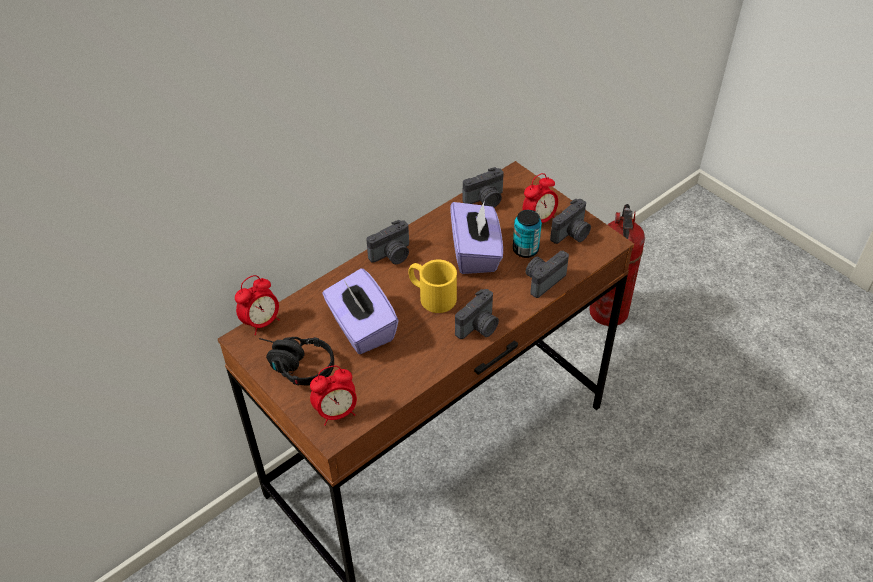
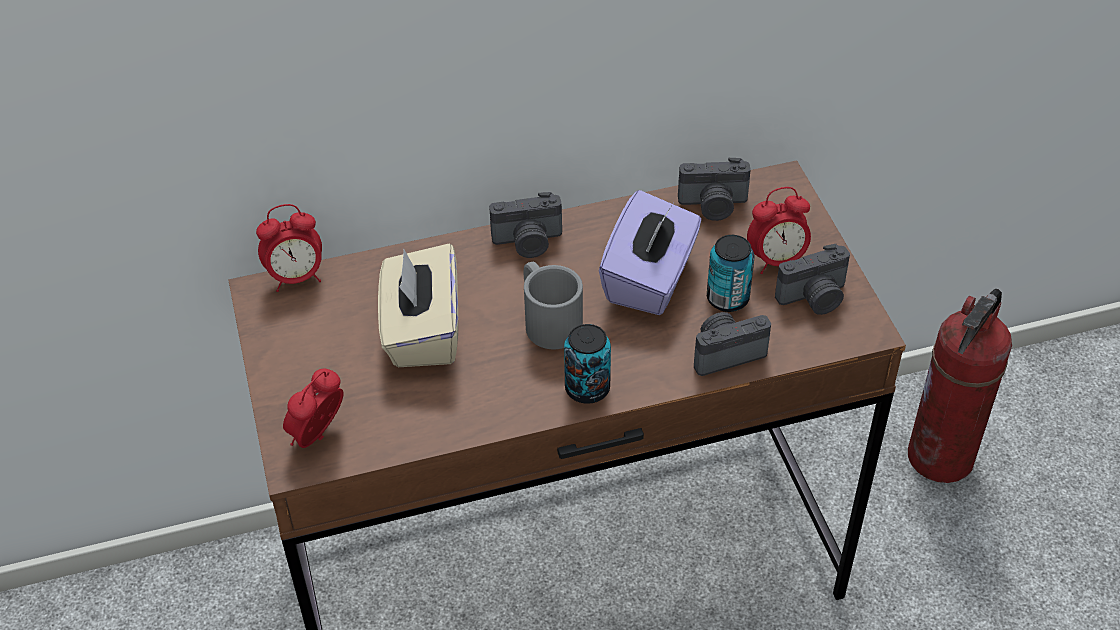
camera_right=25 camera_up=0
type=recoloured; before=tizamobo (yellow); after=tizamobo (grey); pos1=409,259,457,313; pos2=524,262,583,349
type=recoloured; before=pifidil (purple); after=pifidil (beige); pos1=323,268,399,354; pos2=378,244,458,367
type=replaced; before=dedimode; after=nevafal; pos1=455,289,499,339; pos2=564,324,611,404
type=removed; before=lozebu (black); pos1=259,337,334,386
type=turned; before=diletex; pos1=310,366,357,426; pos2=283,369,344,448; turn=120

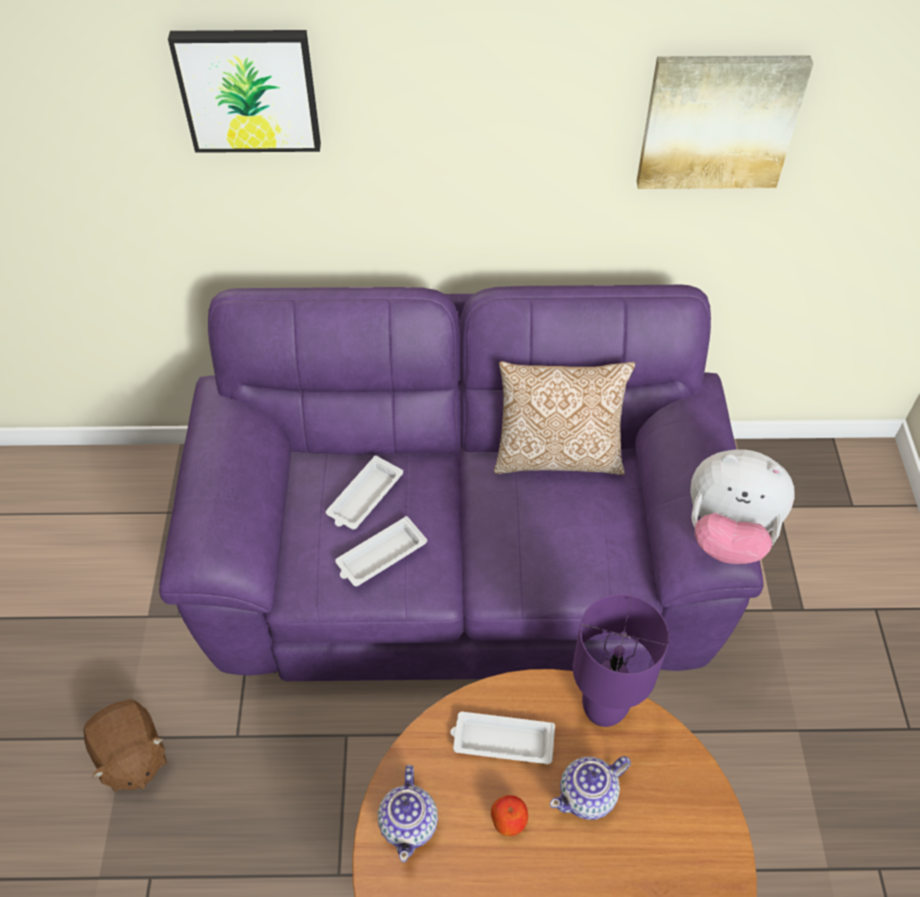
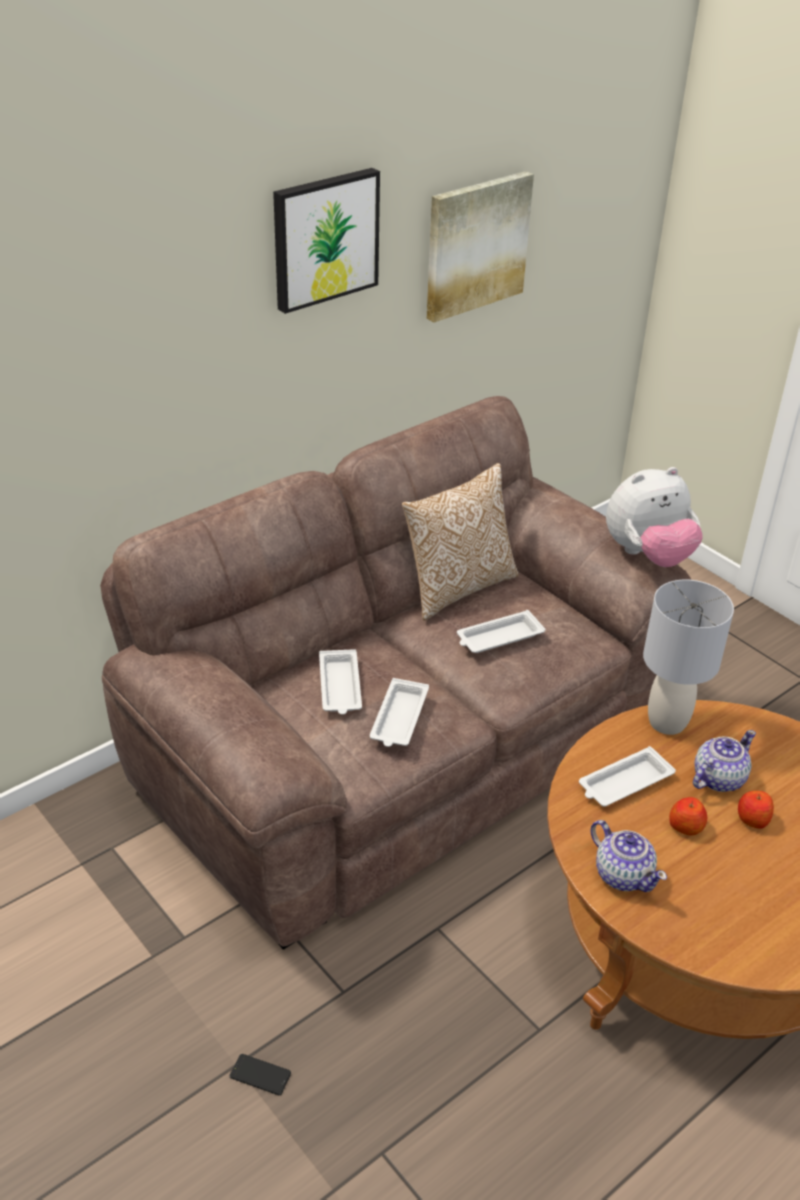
camera_right=-40 camera_up=-15
type=moved; before=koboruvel; pos1=168,30,321,153; pos2=273,168,380,314
type=recoloured; before=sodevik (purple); after=sodevik (brown); pos1=159,285,763,681; pos2=100,396,691,950
type=recoloured; before=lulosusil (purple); after=lulosusil (grey); pos1=573,594,669,727; pos2=643,580,734,735
type=replaced; before=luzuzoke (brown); after=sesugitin; pos1=84,699,167,792; pos2=229,1054,291,1095
type=turned; before=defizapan; pos1=550,756,631,820; pos2=693,730,756,792; turn=-150
type=added; after=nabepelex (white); pos2=457,610,545,653
type=added; after=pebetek; pos2=738,791,774,828

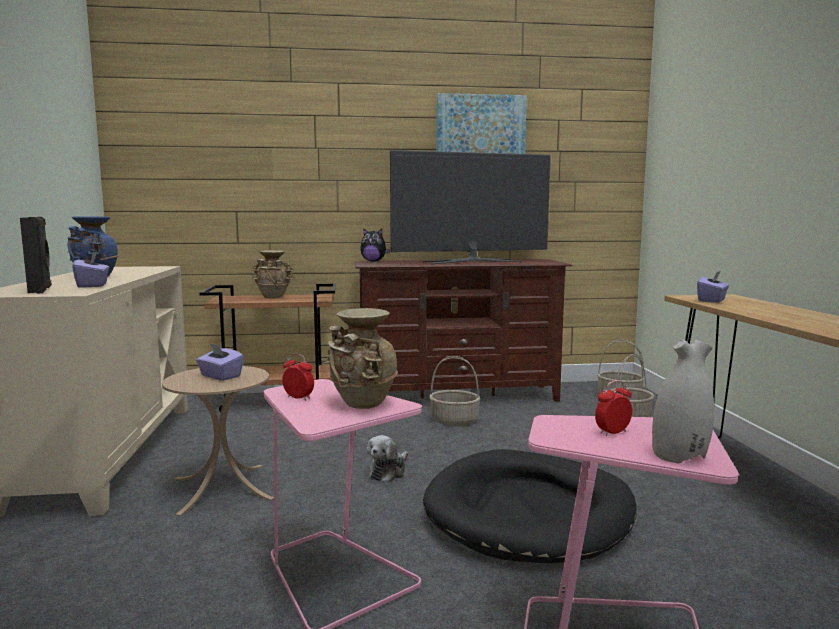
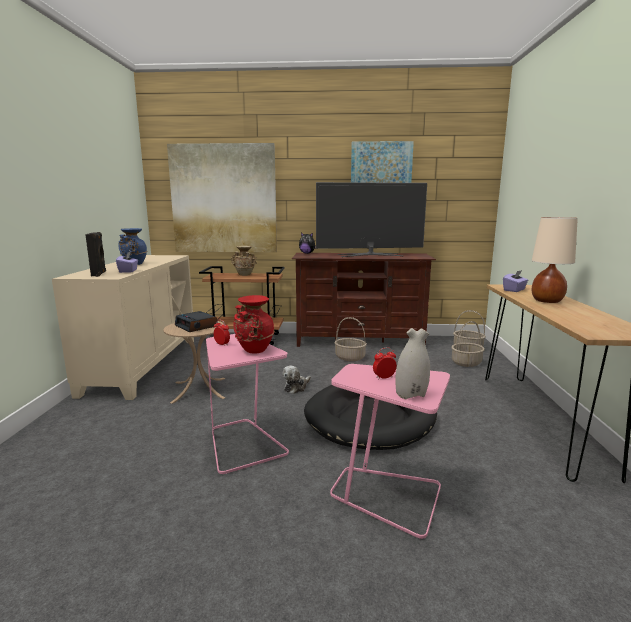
camera_right=10 camera_up=5
type=recoloured; before=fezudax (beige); after=fezudax (red); pos1=324,308,398,409; pos2=233,295,275,354
type=replaced; before=pifidil (purple); after=diletex; pos1=196,343,244,381; pos2=175,311,217,332
type=added; after=koboruvel; pos2=167,143,277,252
type=added; after=lulosusil (beige); pos2=532,217,578,303

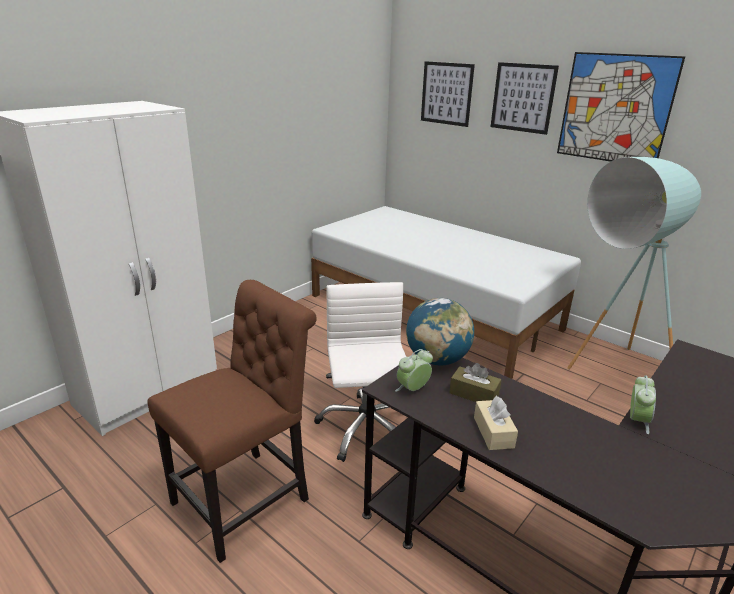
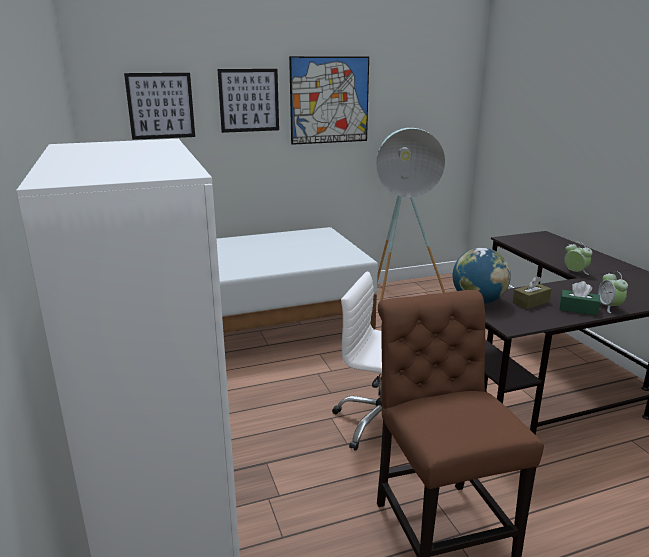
camera_right=-60 camera_up=-5
type=moved; before=diletex; pos1=395,349,433,392; pos2=598,271,628,313
type=recoloured; before=pifidil (beige); after=pifidil (green); pos1=474,396,518,450; pos2=560,281,600,316

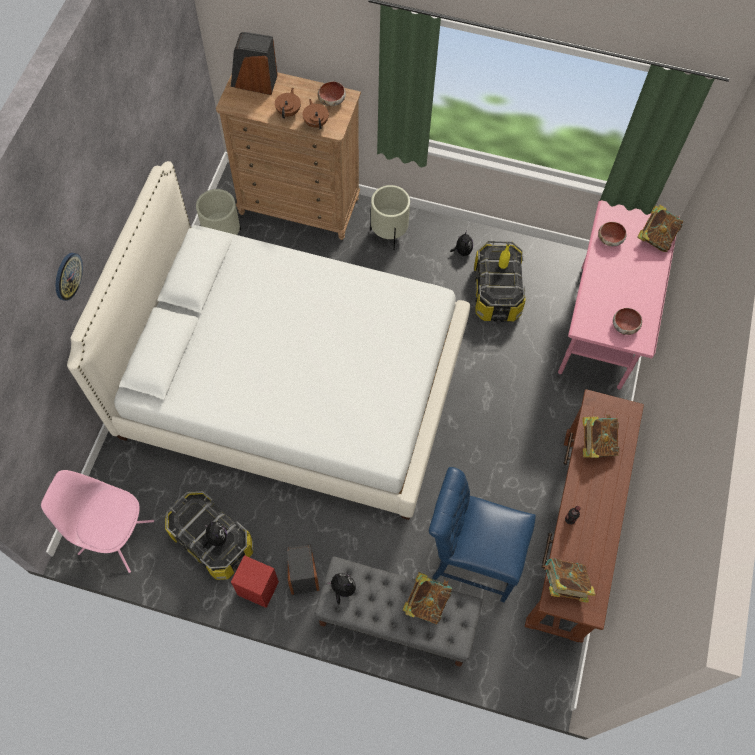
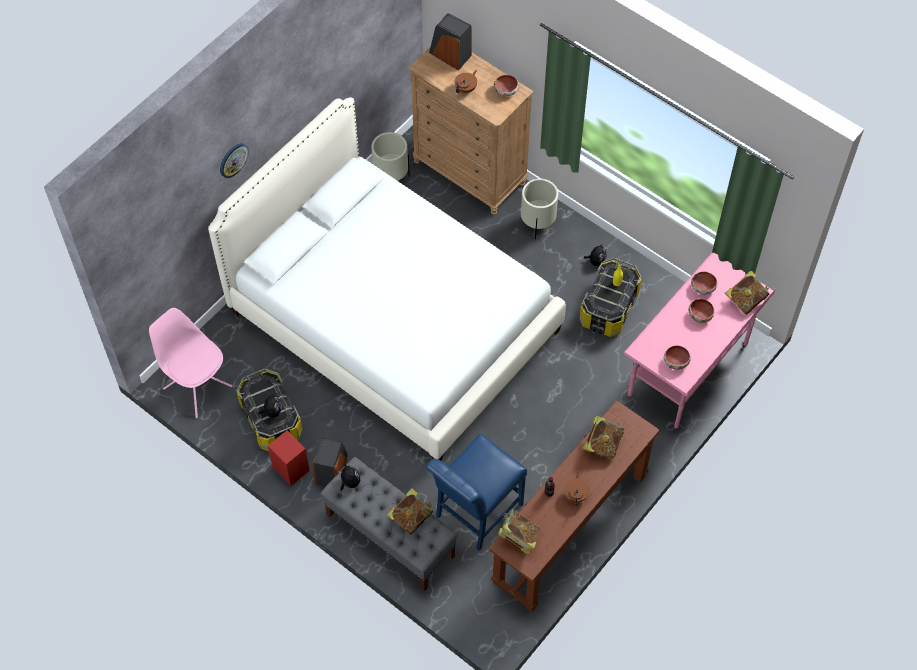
camera_right=25 camera_up=-5
type=moved; before=defizapan (brown); pos1=302,99,329,129; pos2=564,472,589,506
type=turned; before=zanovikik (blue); pos1=429,467,536,602; pos2=426,433,527,551; turn=-90
type=added; after=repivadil; pos2=688,299,715,323

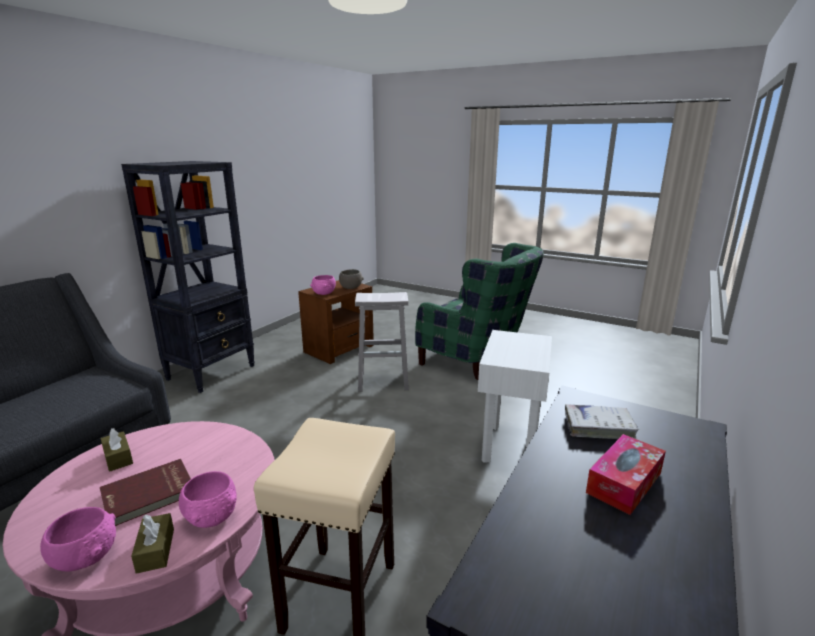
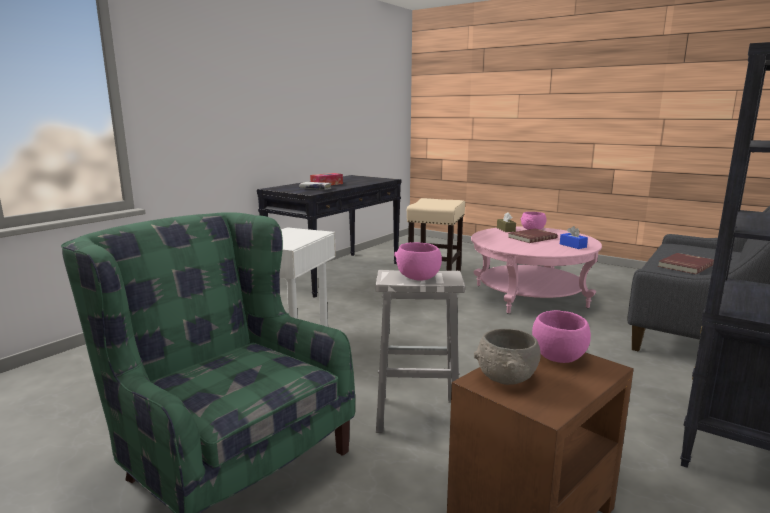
camera_right=-175 camera_up=-5
type=recoloured; before=pifidil (brown); after=pifidil (blue); pos1=101,428,133,472; pos2=560,226,588,249
type=moved; before=repivadil (pink); pos1=179,471,237,528; pos2=394,242,442,281
type=added; after=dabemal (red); pos2=658,253,714,274

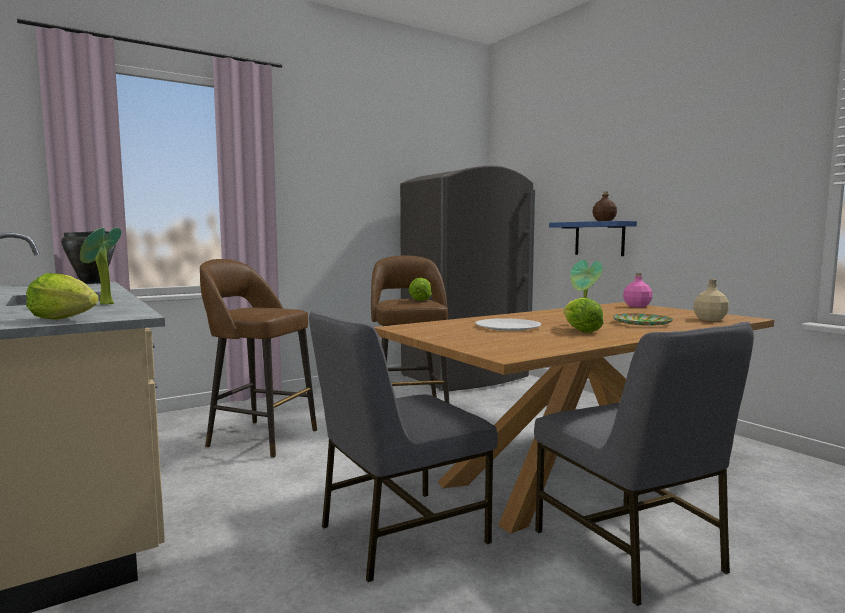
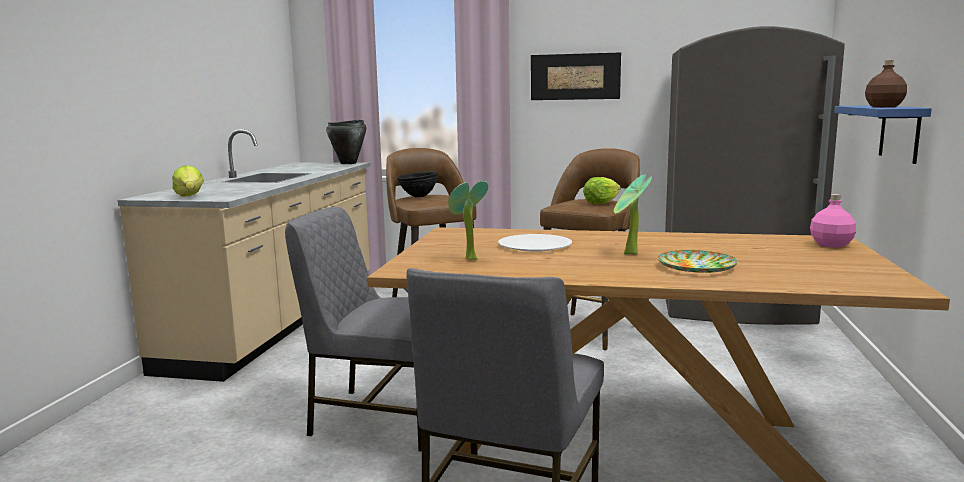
camera_right=45 camera_up=5
type=moved; before=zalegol; pos1=80,228,121,305; pos2=448,181,488,260
type=removed; before=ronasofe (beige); pos1=693,280,729,321
type=removed; before=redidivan; pos1=563,298,603,333
type=added; after=koboruvel; pos2=531,52,621,100
type=added; after=repivadil (black); pos2=397,171,438,198

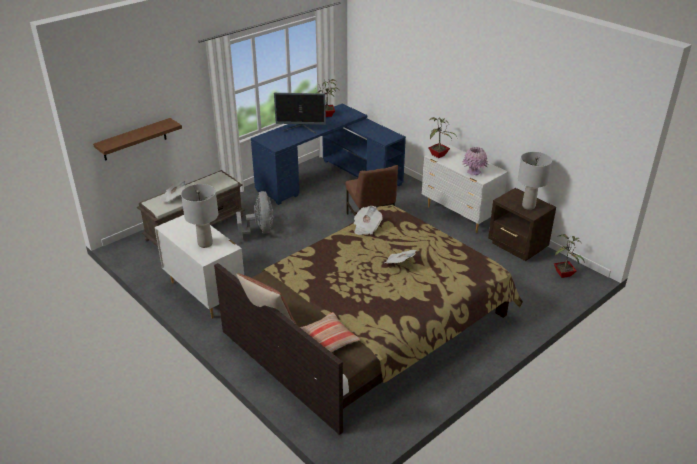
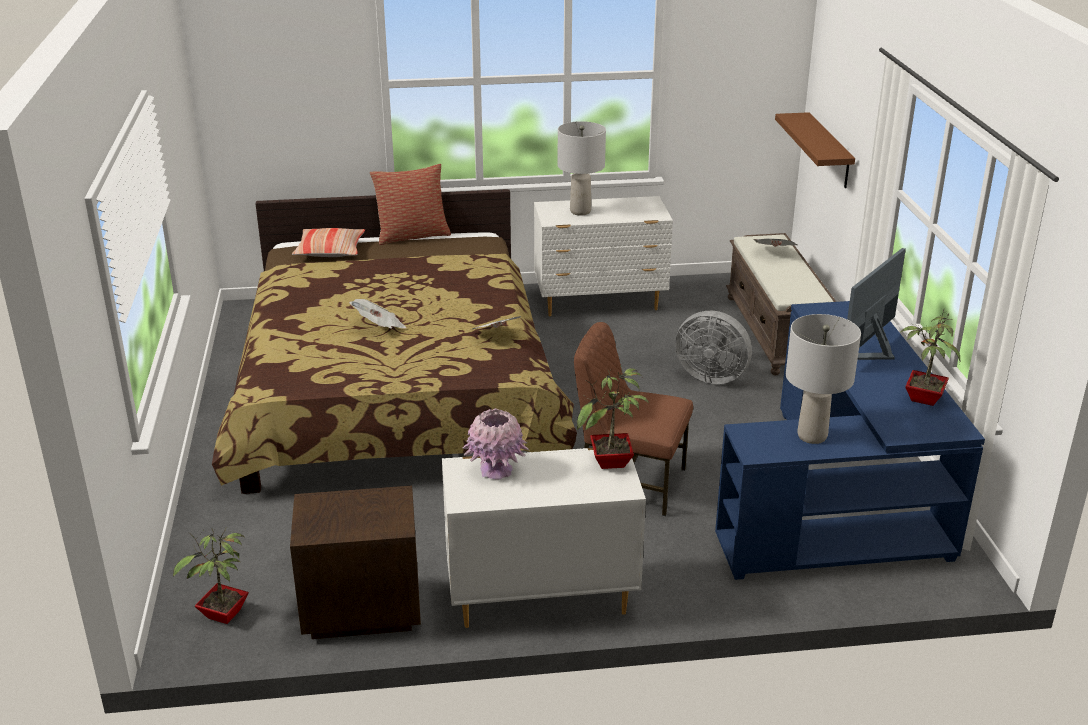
camera_right=125 camera_up=-5
type=moved; before=lulosusil (grey); pos1=518,152,552,210; pos2=786,314,861,444

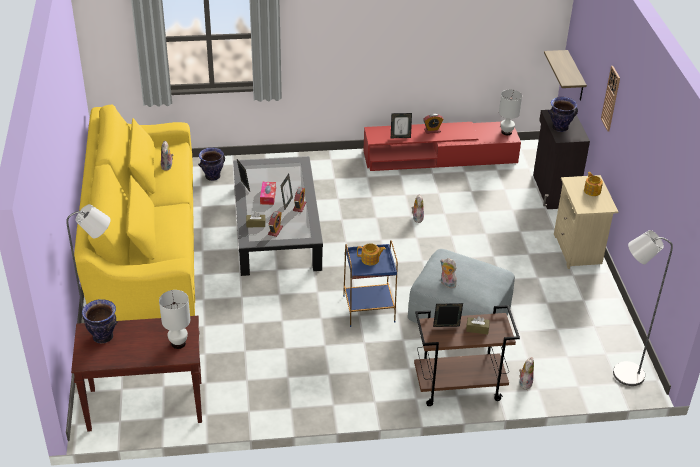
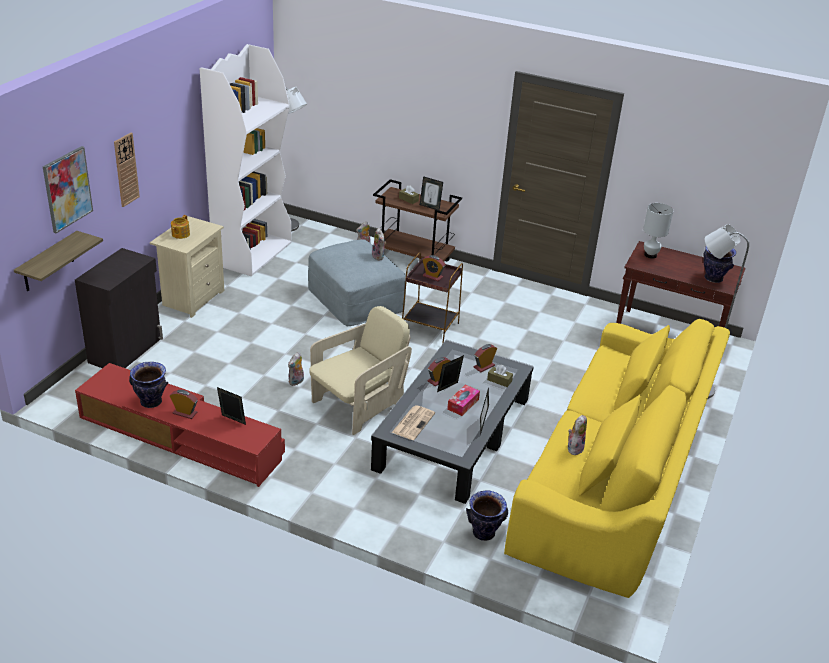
camera_right=-150 camera_up=-5
type=removed; before=lulosusil (white); pos1=499,89,522,135
type=moved; before=fezudax; pos1=548,97,578,132; pos2=129,362,168,408
type=recoloured; before=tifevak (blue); after=tifevak (brown); pos1=343,240,398,327; pos2=402,252,463,344
type=replaced; before=defizapan; after=diletex; pos1=357,243,386,265; pos2=422,255,446,281
type=added; after=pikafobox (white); pos2=200,44,292,276
type=added; after=koboruvel; pos2=43,146,93,233
type=added; after=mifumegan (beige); pos2=309,306,412,435
type=added; after=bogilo; pos2=391,405,435,440

